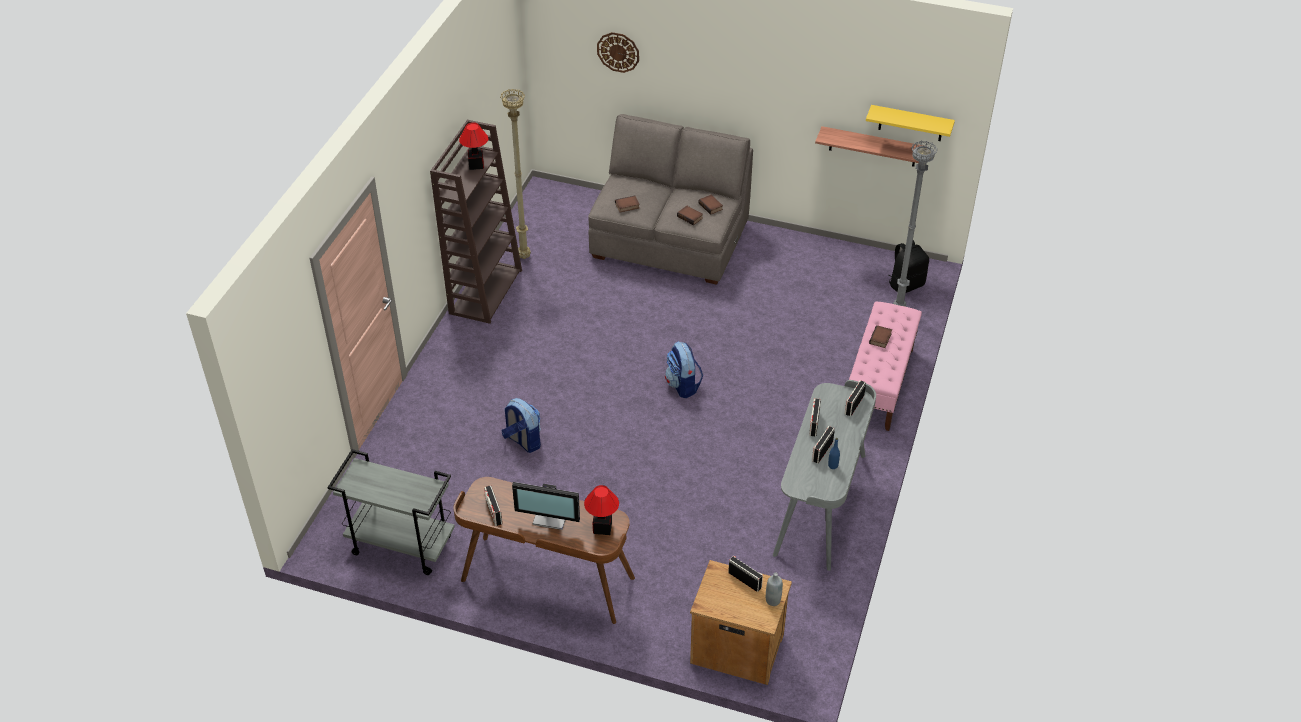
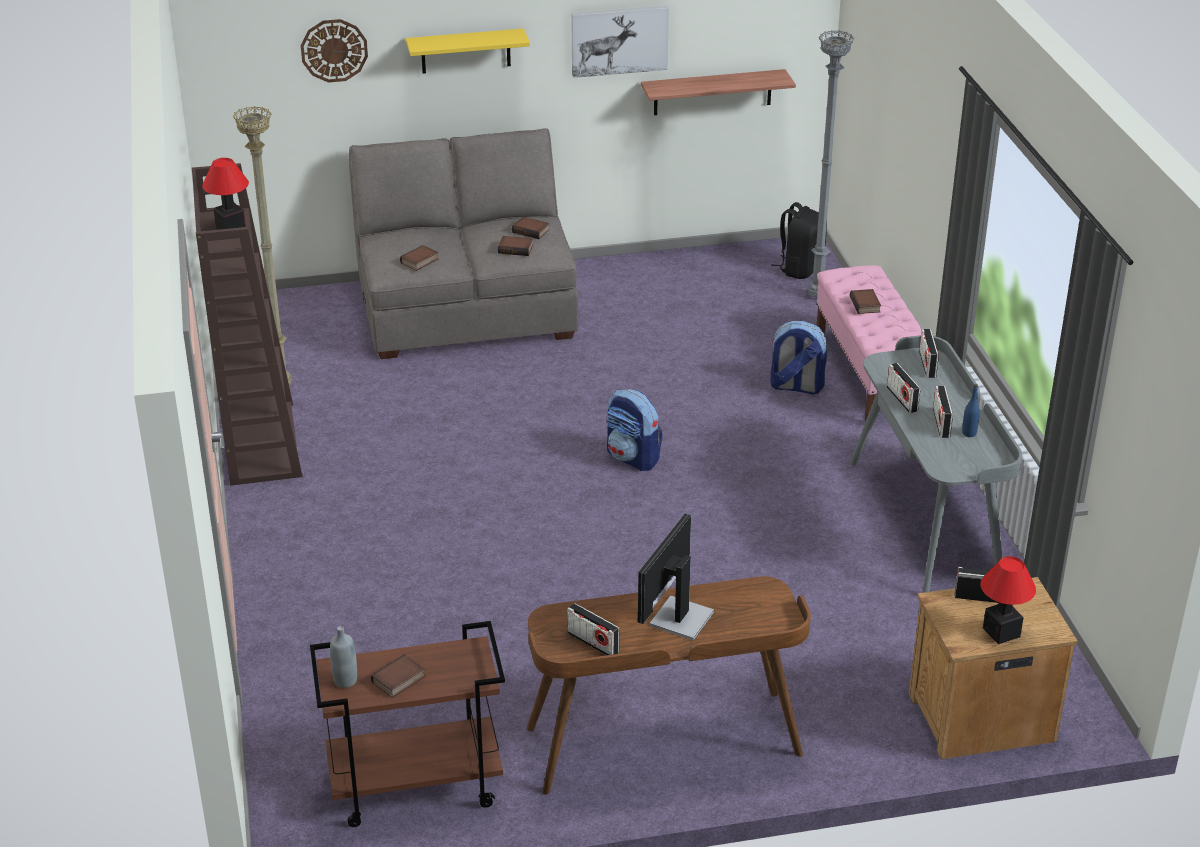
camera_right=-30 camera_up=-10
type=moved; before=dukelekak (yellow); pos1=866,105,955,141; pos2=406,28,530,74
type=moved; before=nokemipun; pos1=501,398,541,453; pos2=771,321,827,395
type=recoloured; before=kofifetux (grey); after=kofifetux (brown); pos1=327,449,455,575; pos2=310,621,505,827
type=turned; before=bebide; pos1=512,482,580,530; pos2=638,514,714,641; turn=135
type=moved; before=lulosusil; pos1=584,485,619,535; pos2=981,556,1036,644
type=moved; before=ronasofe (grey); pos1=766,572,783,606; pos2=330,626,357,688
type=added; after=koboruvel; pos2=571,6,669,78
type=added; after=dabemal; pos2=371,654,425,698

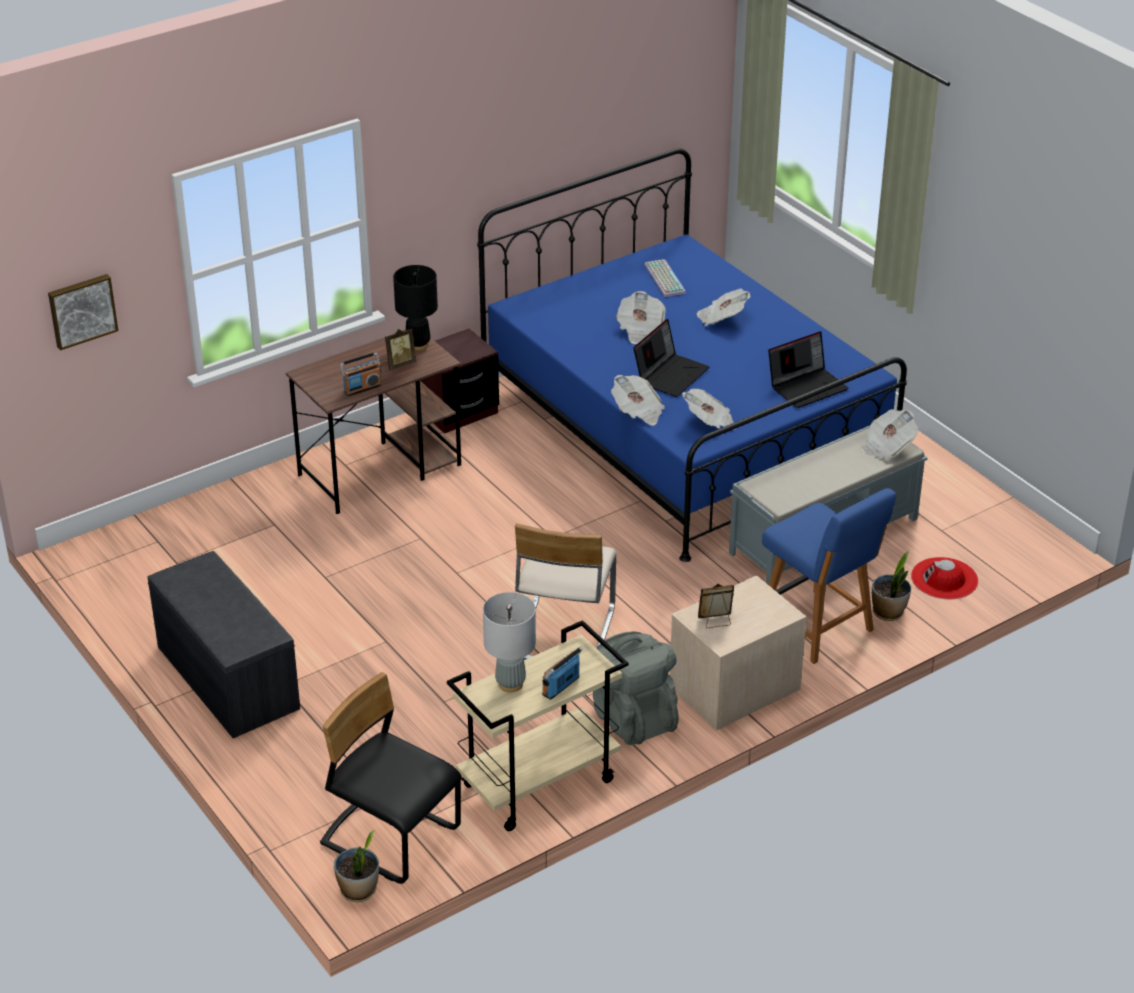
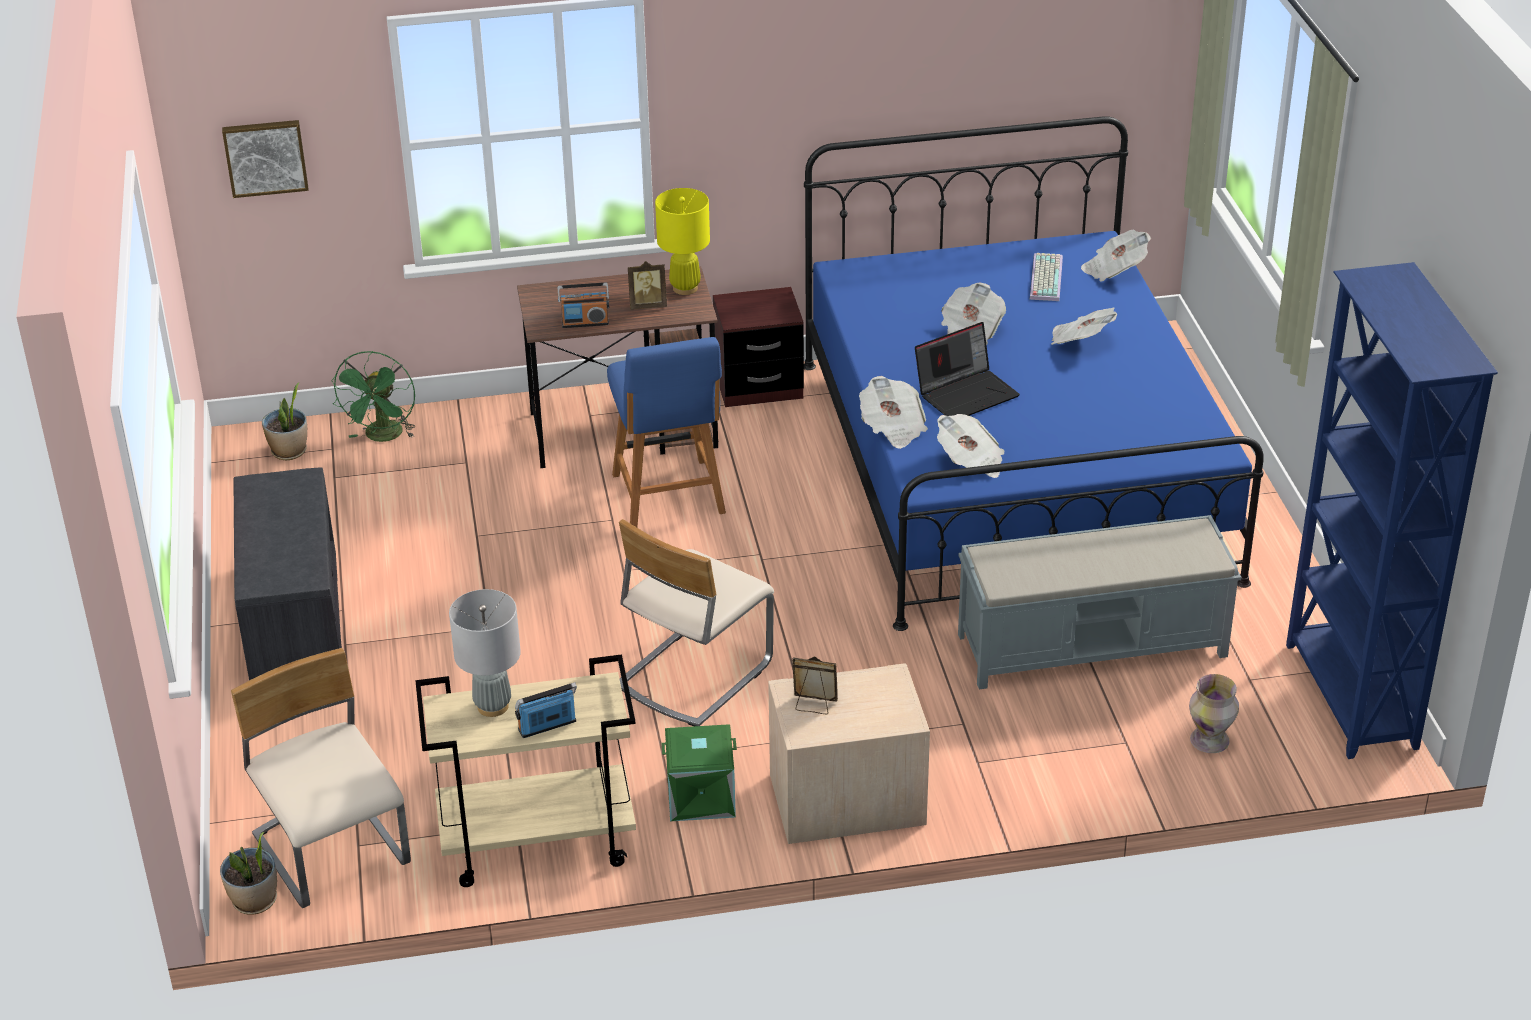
camera_right=25 camera_up=0
type=recoloured; before=lulosusil (black); after=lulosusil (yellow); pos1=393,265,438,351; pos2=655,188,710,295
type=removed; before=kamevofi; pos1=768,331,849,408
type=moved; before=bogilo; pos1=860,409,918,460; pos2=1081,230,1151,282
type=moved; before=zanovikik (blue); pos1=762,488,896,664; pos2=607,337,726,527
type=moved; before=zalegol; pos1=872,551,911,621; pos2=262,382,307,460
type=replaced; before=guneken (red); after=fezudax; pos1=911,557,978,599; pos2=1189,674,1239,753
type=replaced; before=nokemipun (grey); after=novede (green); pos1=593,631,678,745; pos2=661,724,737,821
type=recoloured; before=zanovikik (black); after=zanovikik (beige); pos1=320,672,462,884; pos2=231,648,411,908
type=added; after=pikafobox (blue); pos2=1286,262,1498,759
type=added; after=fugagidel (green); pos2=331,351,416,442

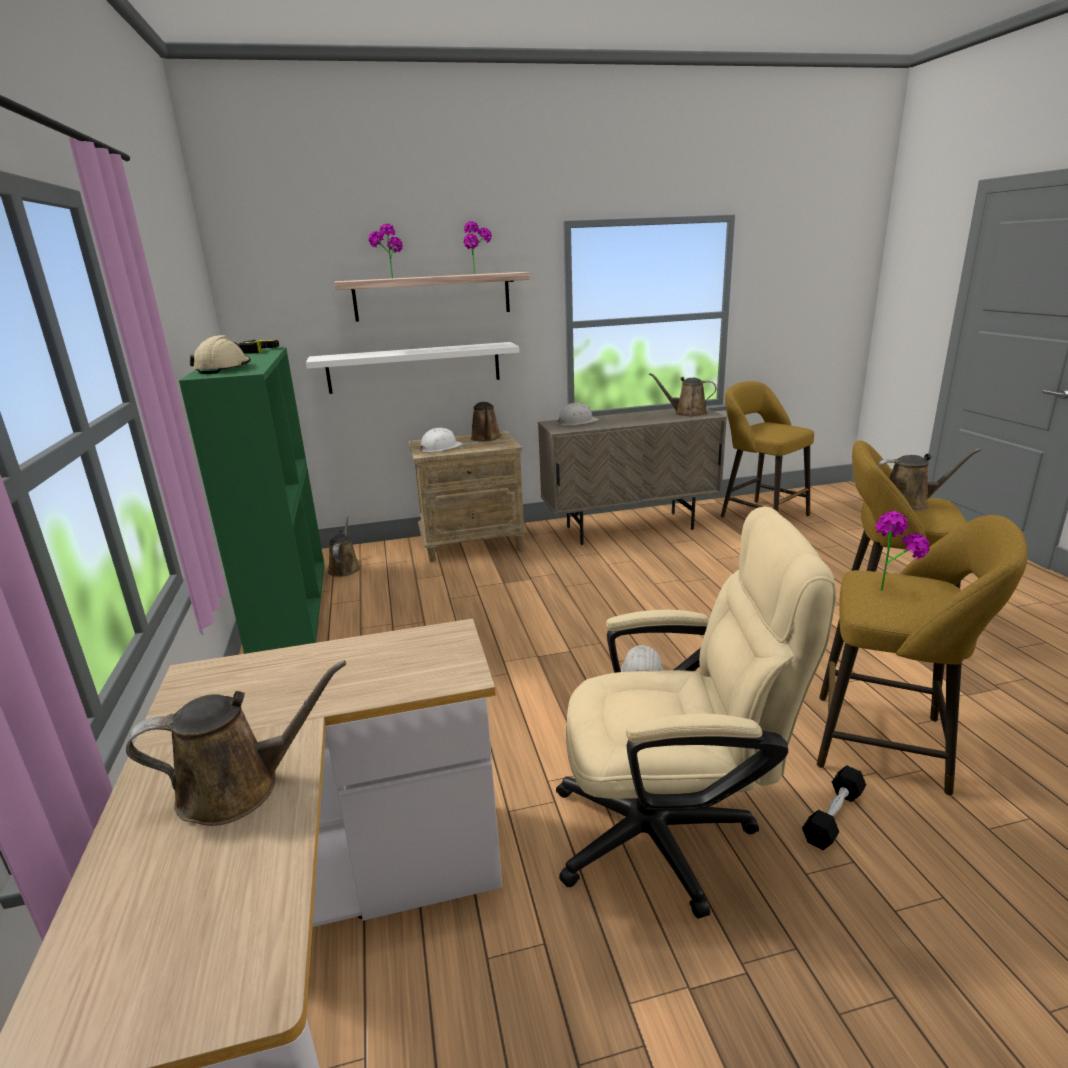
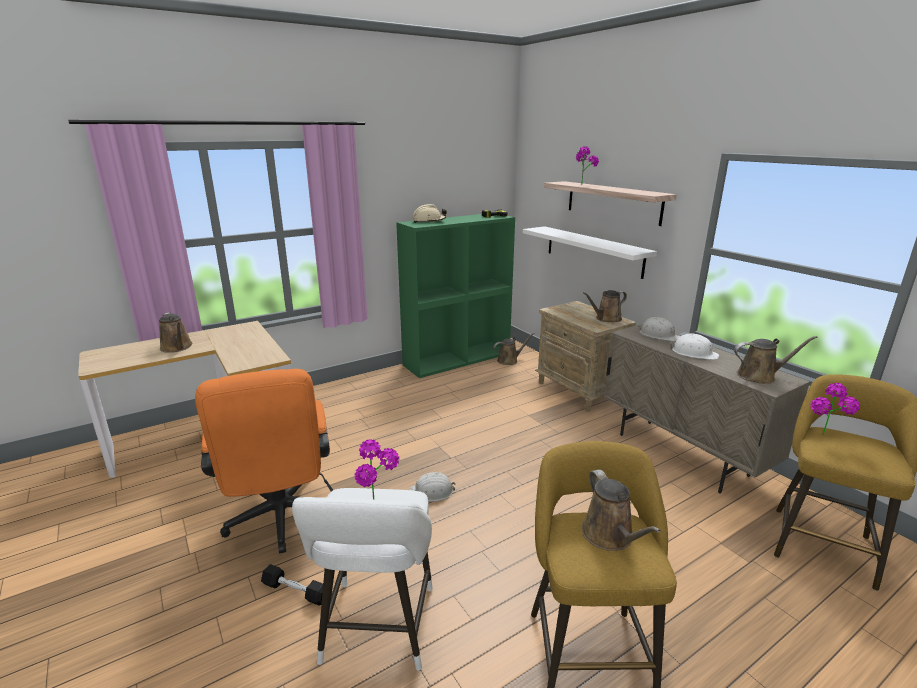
camera_right=70 camera_up=0
type=moved; before=zalegol; pos1=463,221,492,274; pos2=810,383,860,435
type=turned; before=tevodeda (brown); pos1=649,373,717,416; pos2=734,336,817,384; turn=90
type=moved; before=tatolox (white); pos1=420,428,463,453; pos2=670,333,719,360
type=recoloured; before=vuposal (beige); after=vuposal (orange); pos1=556,507,836,919; pos2=195,369,333,554
type=recoloured; before=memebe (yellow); after=memebe (white); pos1=817,515,1028,796; pos2=292,488,433,671

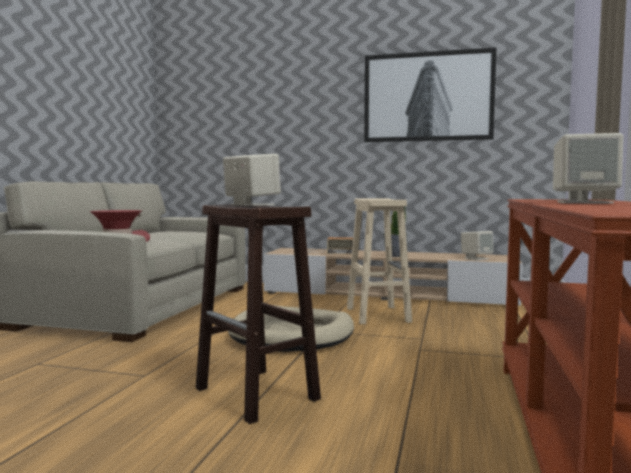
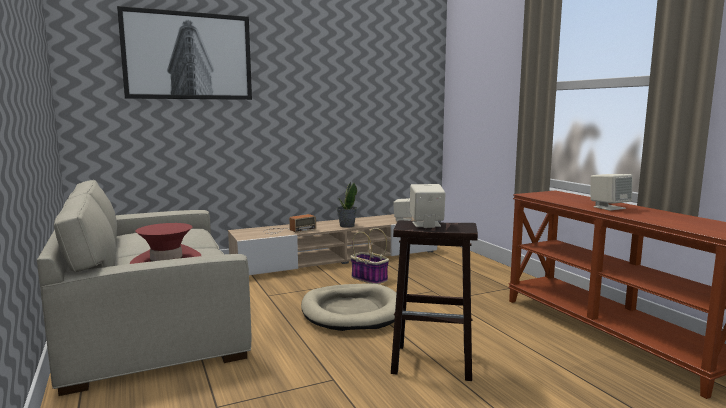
camera_right=-40 camera_up=5
type=moved; before=koboruvel; pos1=364,47,497,142; pos2=117,6,252,100
type=replaced; before=memebe (beige); after=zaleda; pos1=347,198,412,324; pos2=351,228,389,284

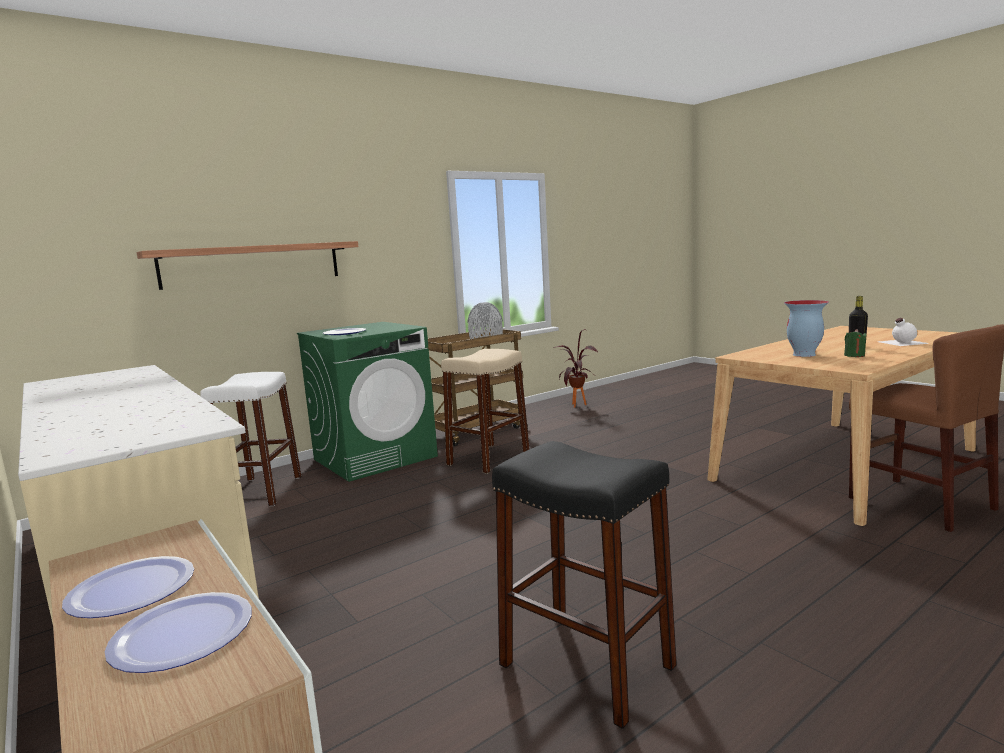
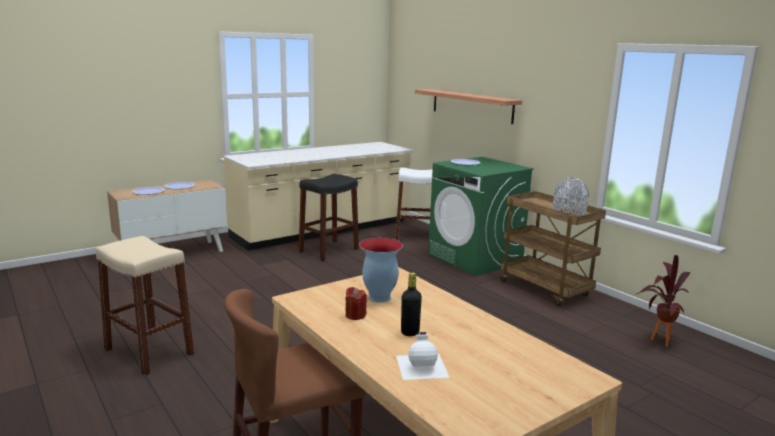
camera_right=90 camera_up=5
type=recoloured; before=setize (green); after=setize (red); pos1=844,329,867,357; pos2=345,287,367,320
type=moved; before=memebe (beige); pos1=441,349,530,474; pos2=96,236,194,376
type=moved; before=memebe (black); pos1=492,441,677,729; pos2=299,174,359,261

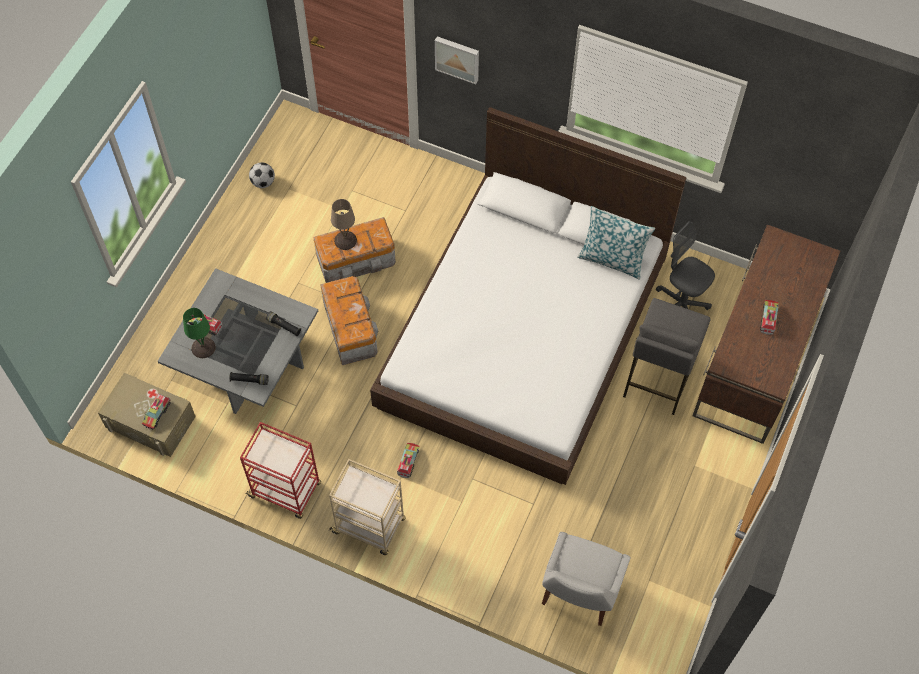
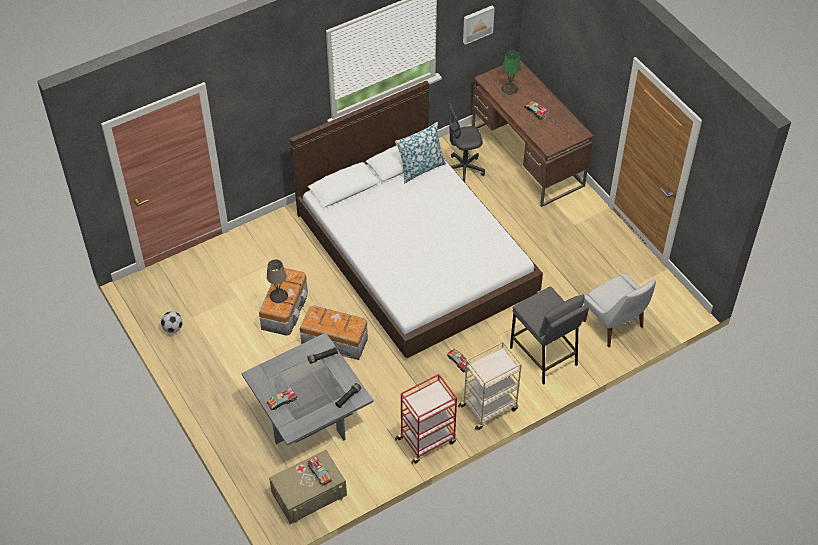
camera_right=-55 camera_up=-10
type=moved; before=koboruvel; pos1=435,36,479,84; pos2=463,5,495,45
type=moved; before=memebe (grey); pos1=623,298,710,415; pos2=510,286,589,385
type=moved; before=lulosusil (green); pos1=183,308,216,358; pos2=501,51,521,95

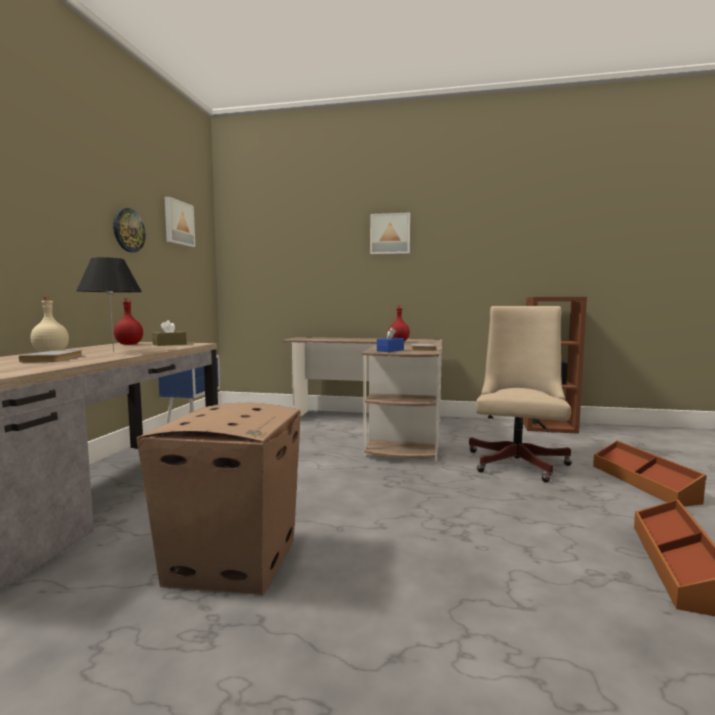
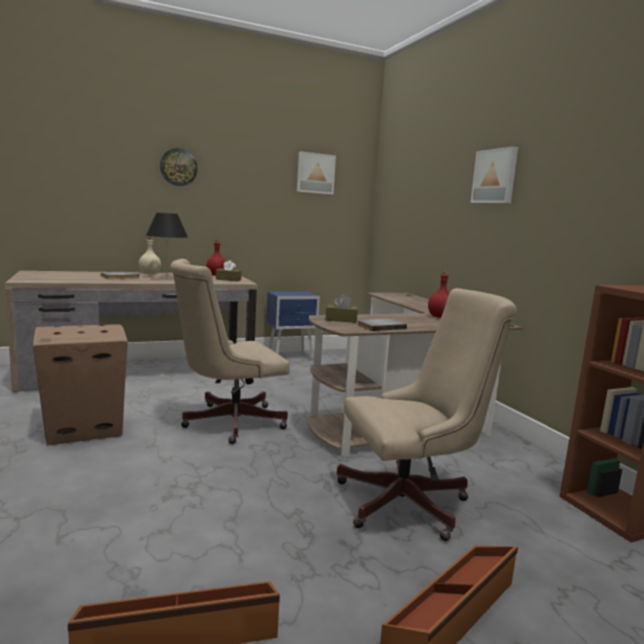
camera_right=55 camera_up=5
type=moved; before=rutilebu; pos1=113,208,145,252; pos2=160,148,198,186
type=recoloured; before=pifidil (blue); after=pifidil (brown); pos1=377,327,404,352; pos2=326,294,358,323
type=added; after=vuposal (beige); pos2=170,259,290,444

